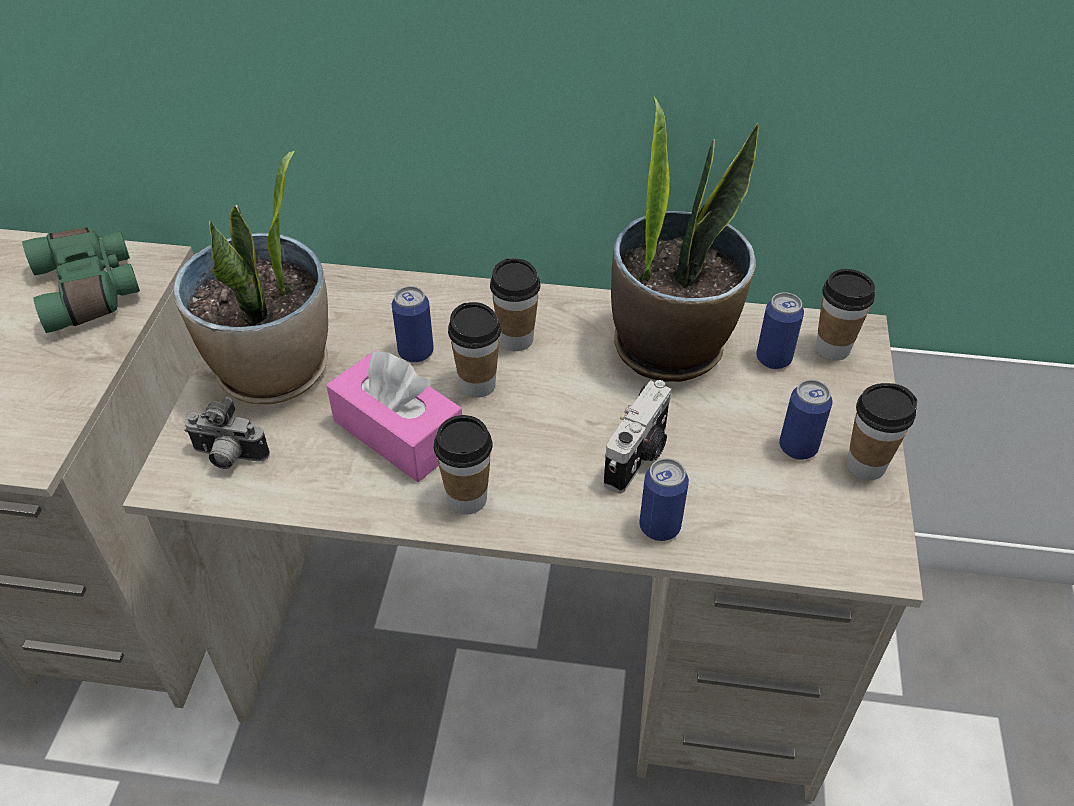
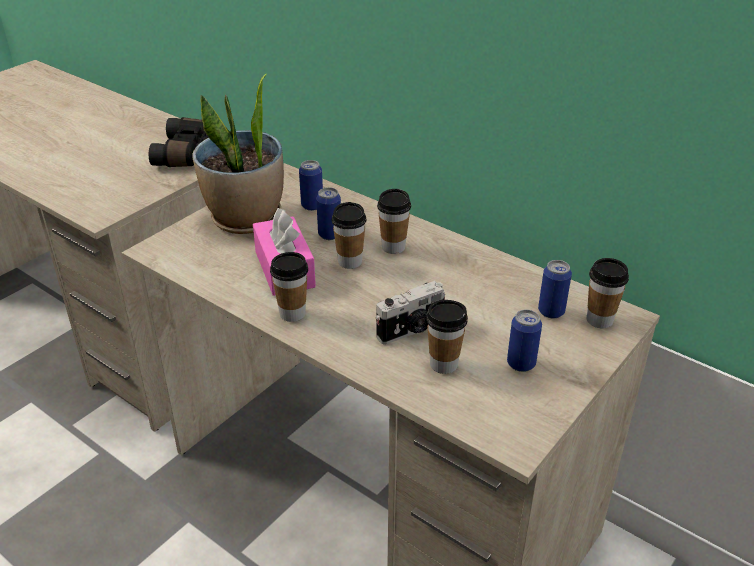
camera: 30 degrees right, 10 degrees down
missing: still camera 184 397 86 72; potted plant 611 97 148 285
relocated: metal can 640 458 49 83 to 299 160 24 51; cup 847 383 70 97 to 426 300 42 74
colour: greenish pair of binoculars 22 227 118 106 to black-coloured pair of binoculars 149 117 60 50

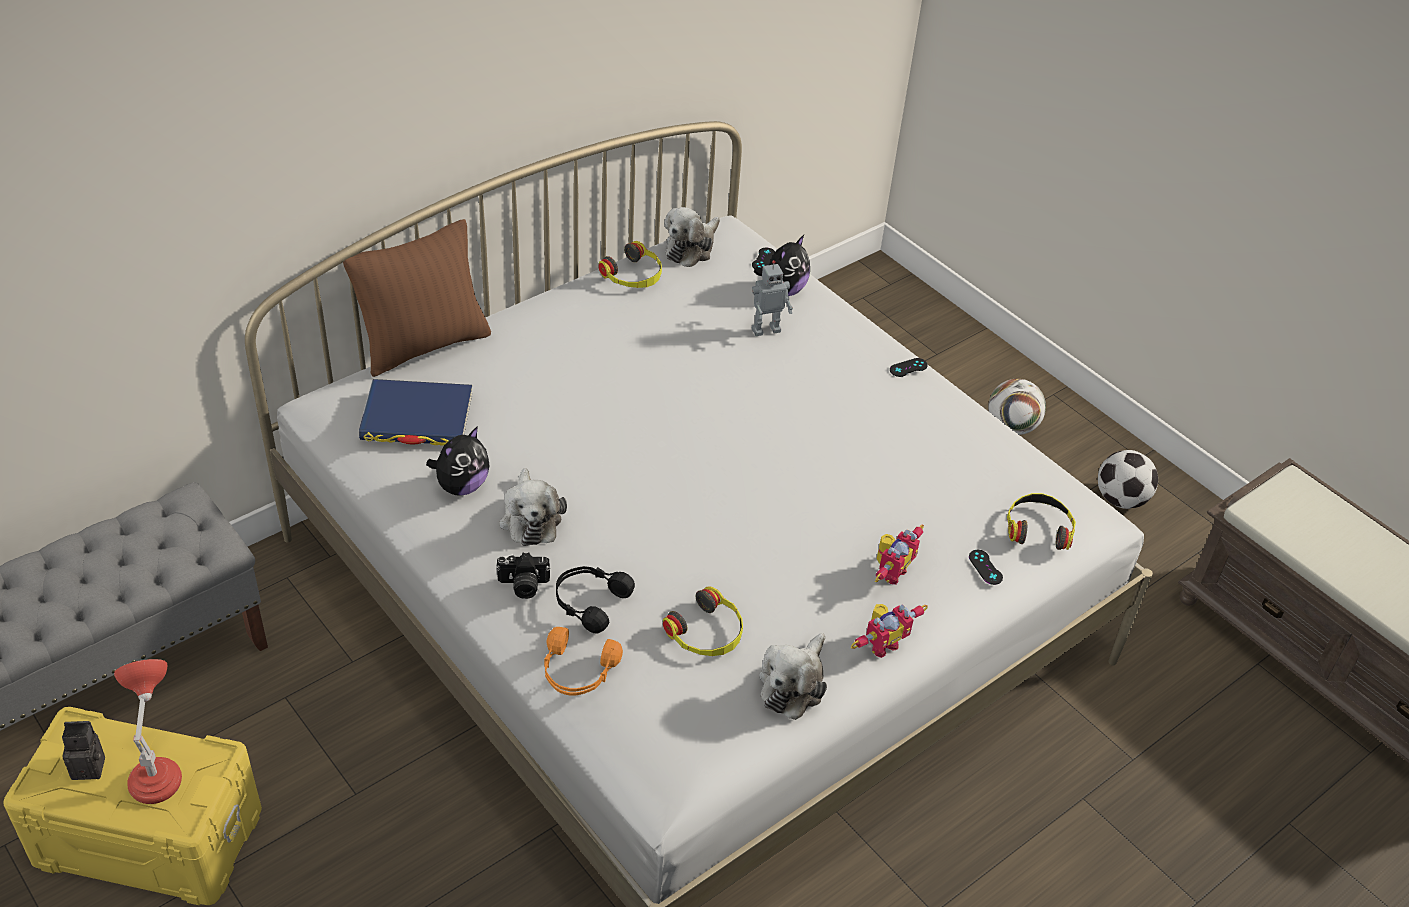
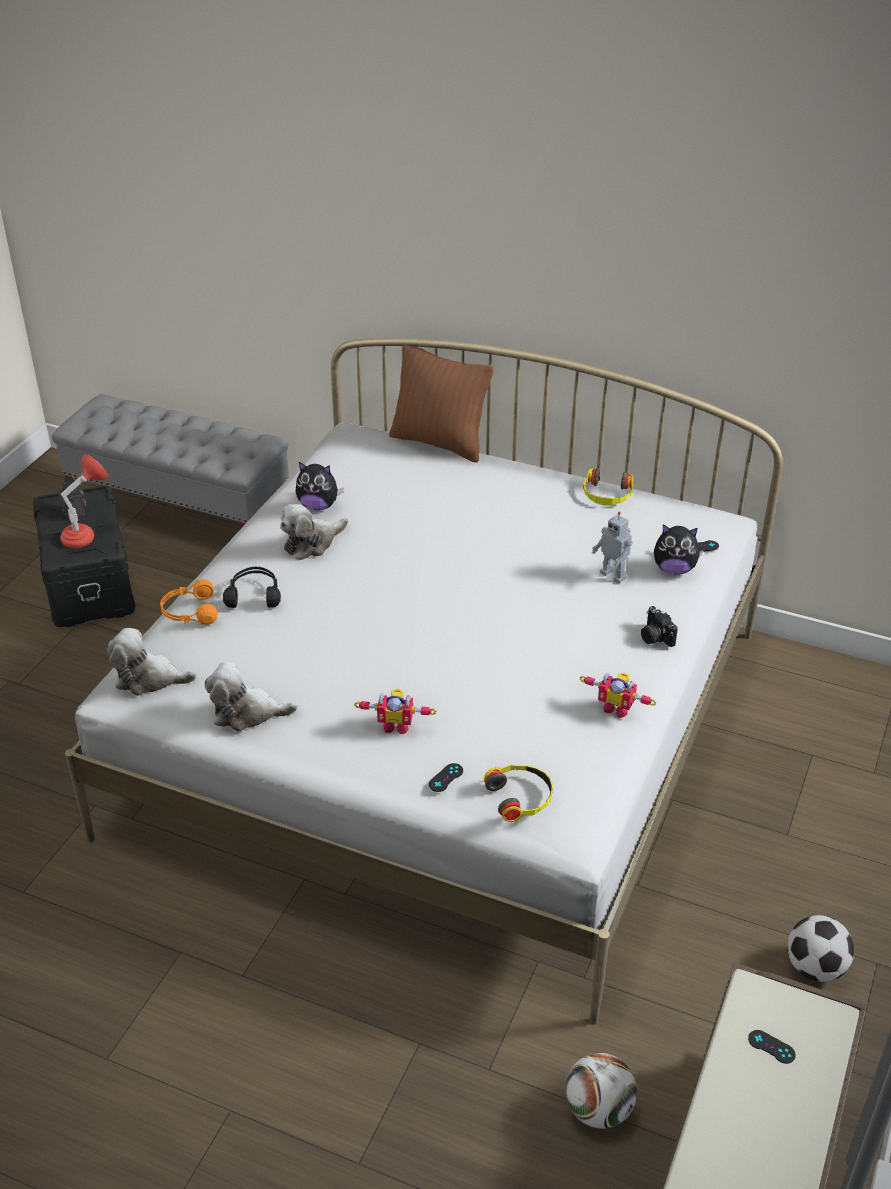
camera: 65 degrees right, 5 degrees down
missing: blue bound book 359 379 113 67; pair of headphones 663 586 80 70
relocated: still camera 496 552 54 47 to 641 606 37 41; plush toy 664 207 56 60 to 107 628 90 68; model robot 851 604 77 54 to 580 673 76 45; black-coloured game controller 890 358 38 19 to 748 1030 48 34; ball for football 988 379 58 56 to 565 1053 72 76
colour: yellow storage container 3 707 259 199 to black-coloured storage container 33 485 102 142

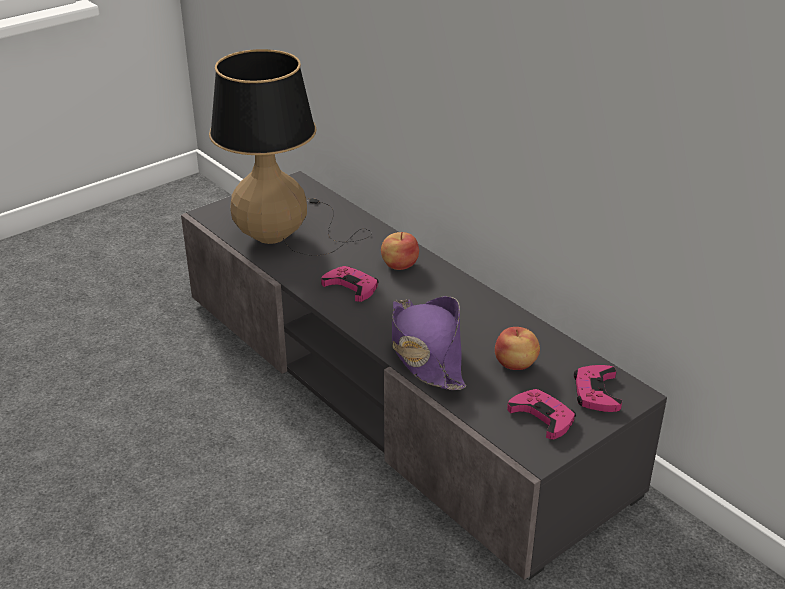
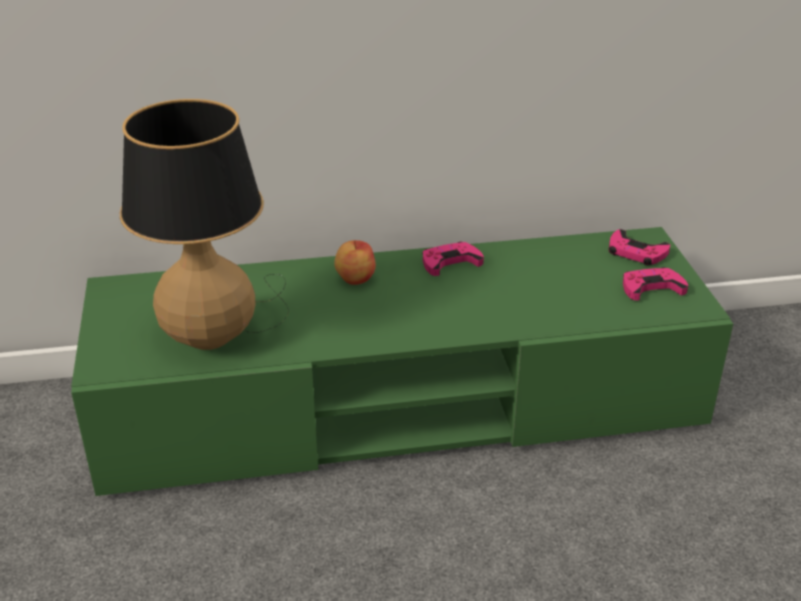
camera: 60 degrees left, 0 degrees up
missing: purplish wearable hat 392 296 74 94; apple fruit 495 327 45 43
relocated: pink game controller 321 266 58 36 to 423 242 61 34
colour: greyish tv unit 181 171 486 409 to greenish tv unit 71 227 662 269

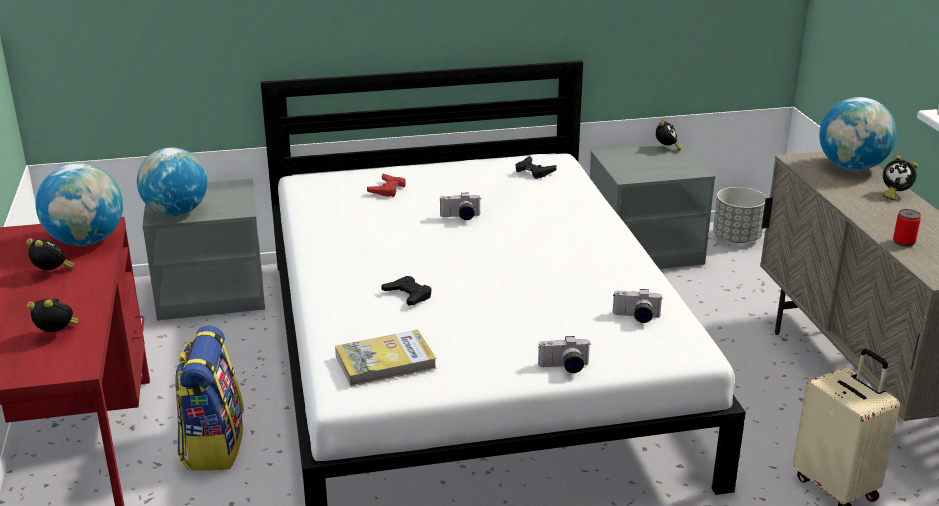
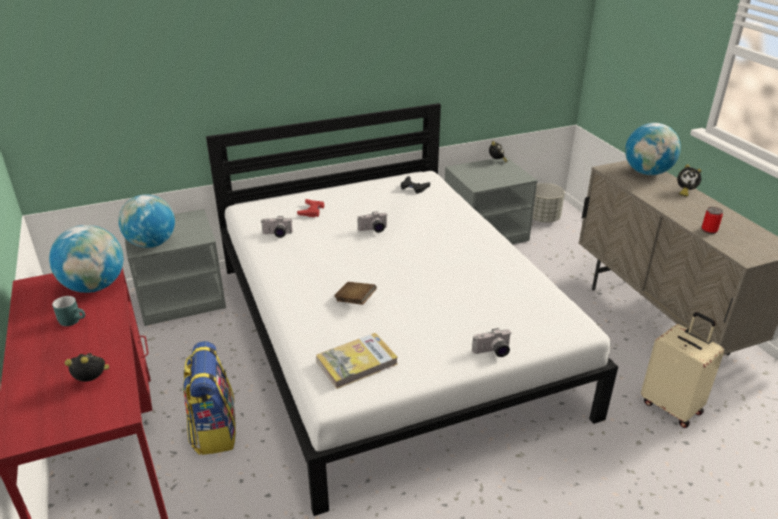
camera: 10 degrees left, 5 degrees up
relocated: still camera 613 289 49 34 to 261 216 32 22
exchanged: alarm clock 26 239 50 31 to turquoise coffee mug 52 296 33 30; black-coloured game controller 381 276 51 30 to brown-coloured bound book 334 282 43 23

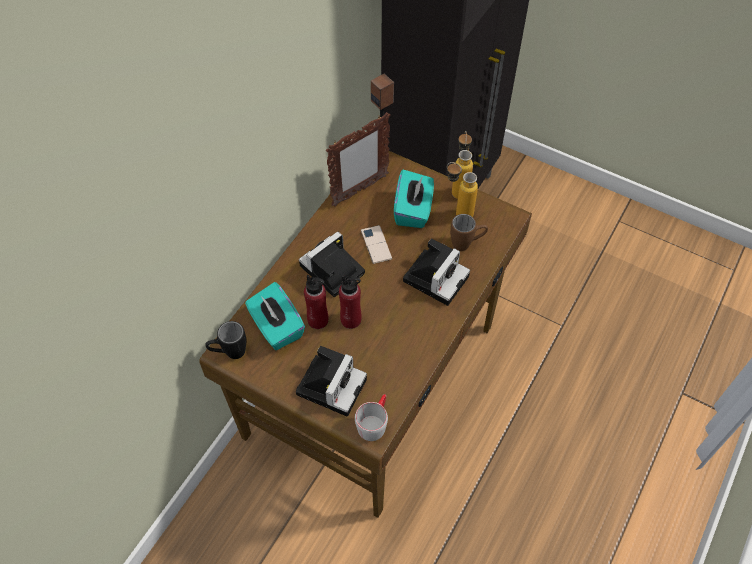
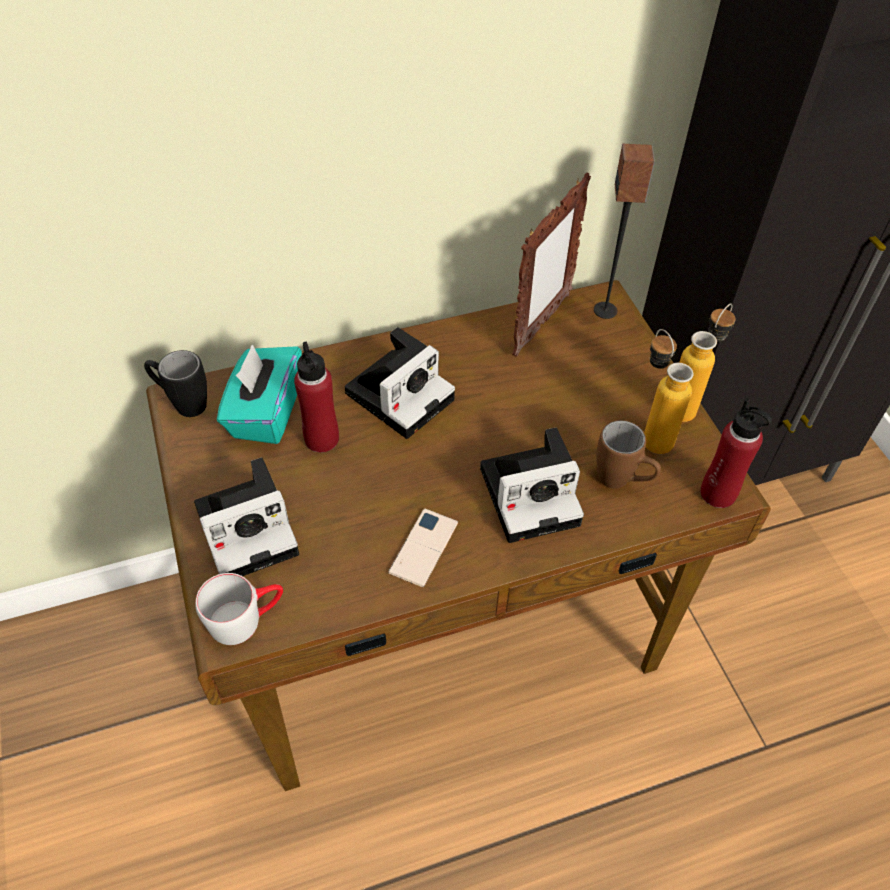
camera: 40 degrees right, 5 degrees down
missing: turquoise box of tissues 394 170 40 58
relocated: reddish beverage bottle 339 275 23 54 to 700 398 72 110; telephone 361 225 31 39 to 388 508 70 80
spun: still camera 299 232 66 65 = 345 327 110 112 135 degrees clockwise; photo frame 326 112 64 95 = 512 172 79 185 60 degrees counterclockwise

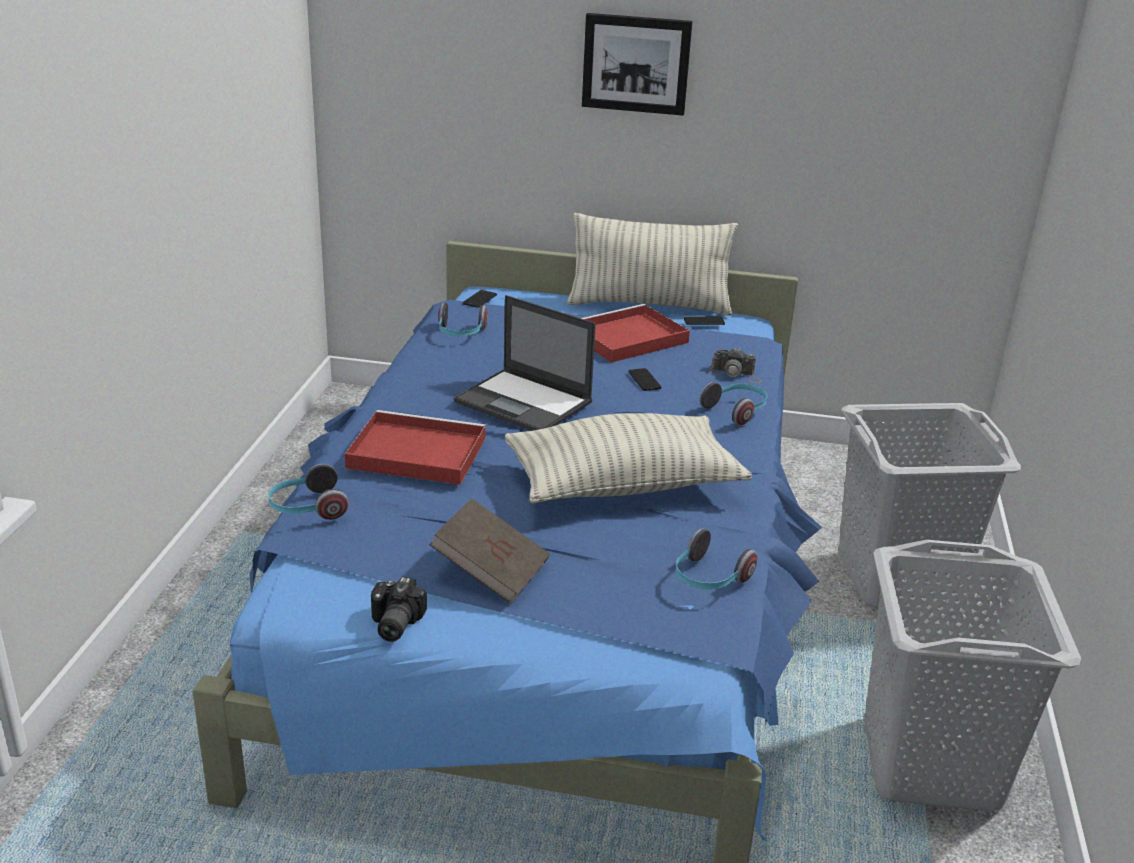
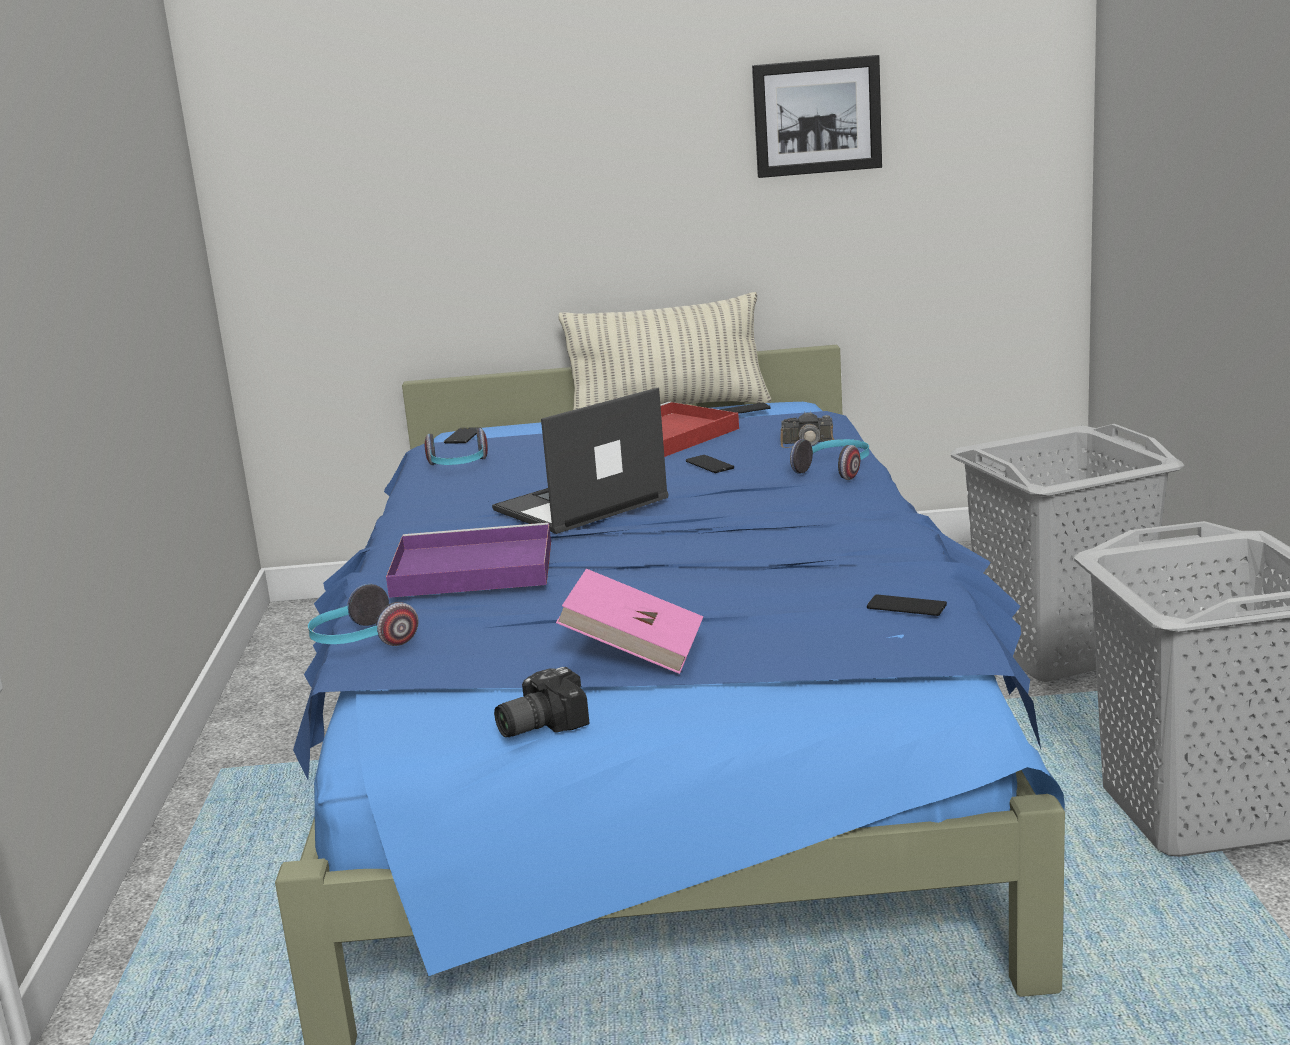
camera: 10 degrees left, 10 degrees down
missing: pillow 505 413 247 90
relocated: wall picture 582 13 110 103 to 752 55 130 123
exchanged: pair of headphones 676 528 81 62 to telephone 867 594 80 22
colour: reddish serving tray 345 410 141 75 to purplish serving tray 386 523 165 75; brown-coloured bound book 429 498 121 105 to pink bound book 556 569 147 105
spun: still camera 371 577 56 65 = 494 667 95 70 60 degrees clockwise; portable computer 454 295 142 136 = 492 388 177 146 120 degrees clockwise

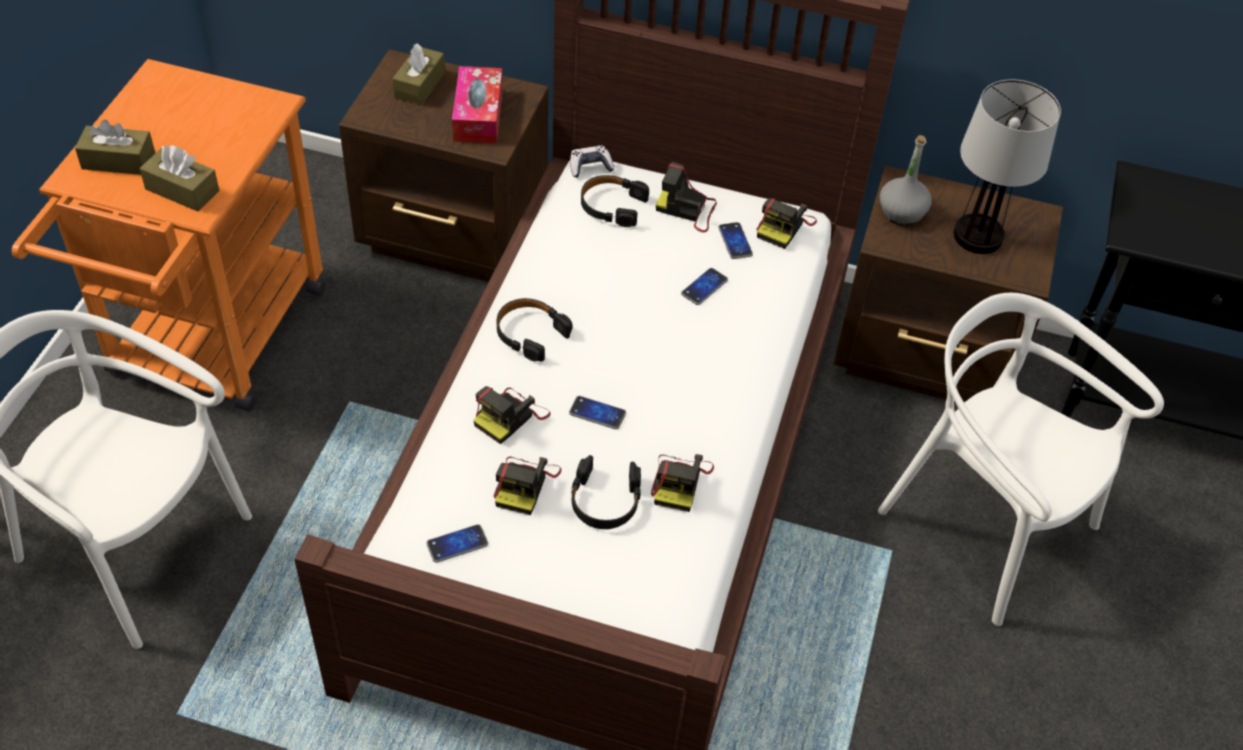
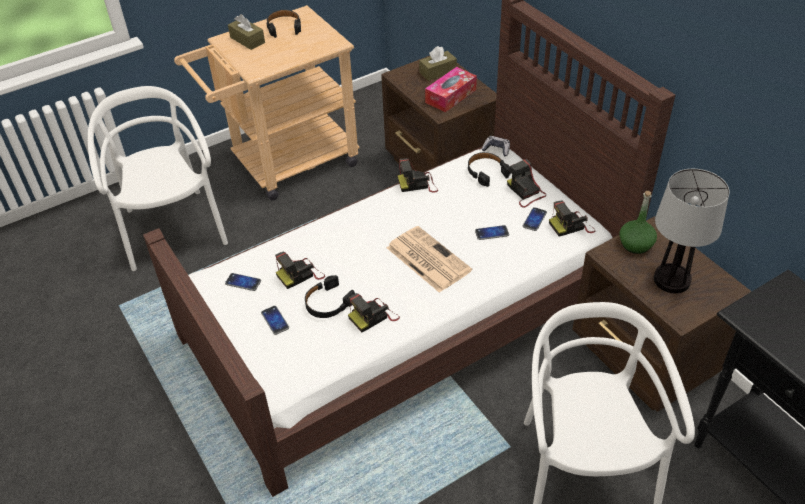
camera: 45 degrees right, 5 degrees down
missing: brown-coloured box of tissues 140 145 79 66
appeared: daily paper 387 226 85 67
relocated: still camera 473 386 78 58 to 398 158 40 35; black-coloured pair of headphones 497 298 76 64 to 267 10 34 28; telephone 569 396 57 33 to 261 306 28 29
colour: orange-coloured trolley 12 59 314 352 to beige trolley 174 5 186 195; greyish beverage bottle 880 135 52 90 to greenish beverage bottle 619 191 38 63

